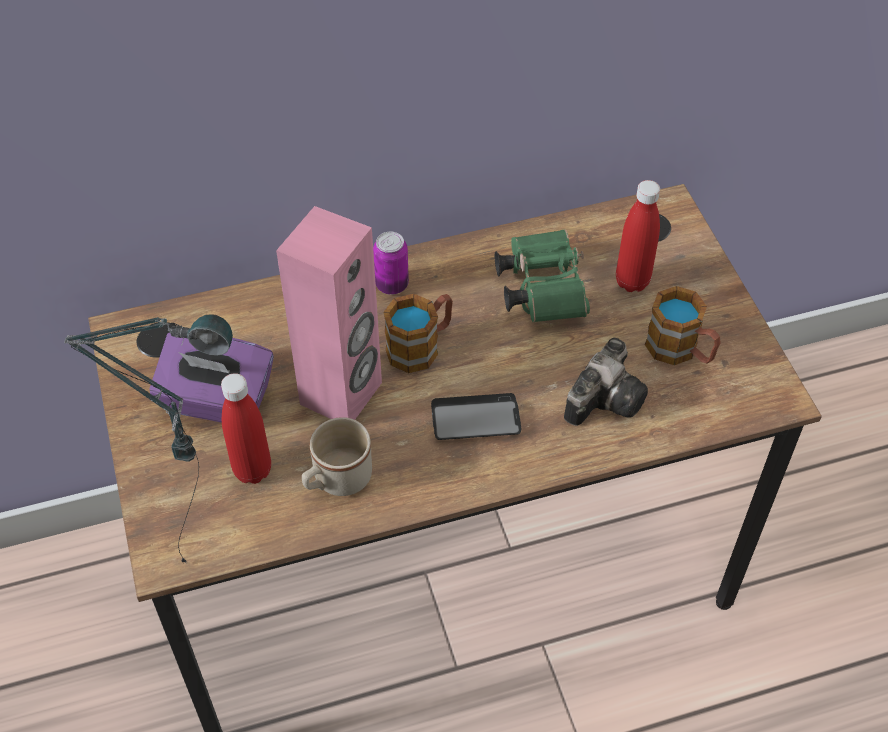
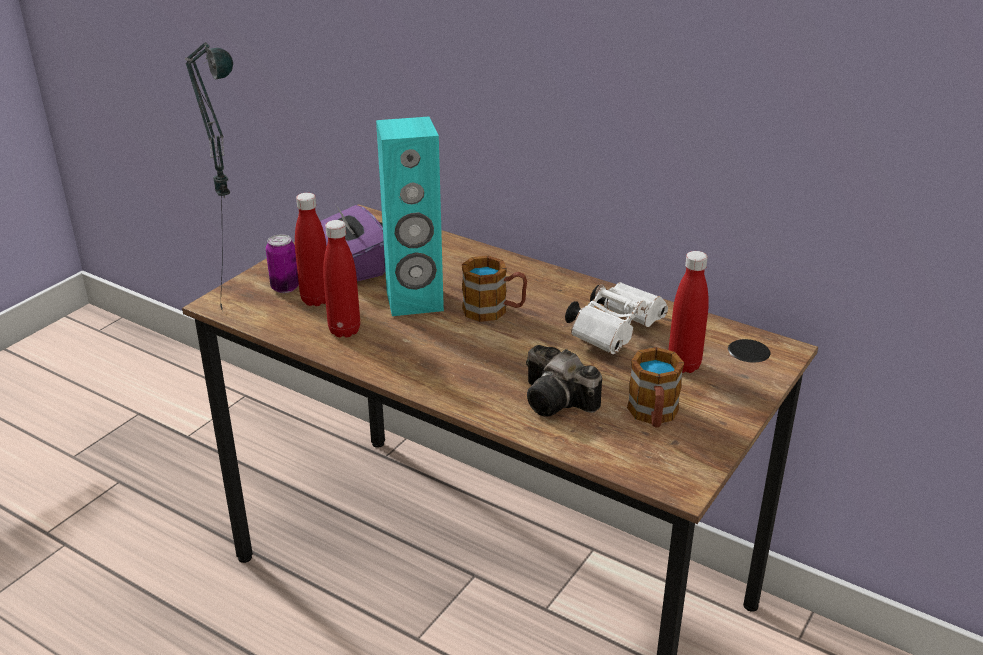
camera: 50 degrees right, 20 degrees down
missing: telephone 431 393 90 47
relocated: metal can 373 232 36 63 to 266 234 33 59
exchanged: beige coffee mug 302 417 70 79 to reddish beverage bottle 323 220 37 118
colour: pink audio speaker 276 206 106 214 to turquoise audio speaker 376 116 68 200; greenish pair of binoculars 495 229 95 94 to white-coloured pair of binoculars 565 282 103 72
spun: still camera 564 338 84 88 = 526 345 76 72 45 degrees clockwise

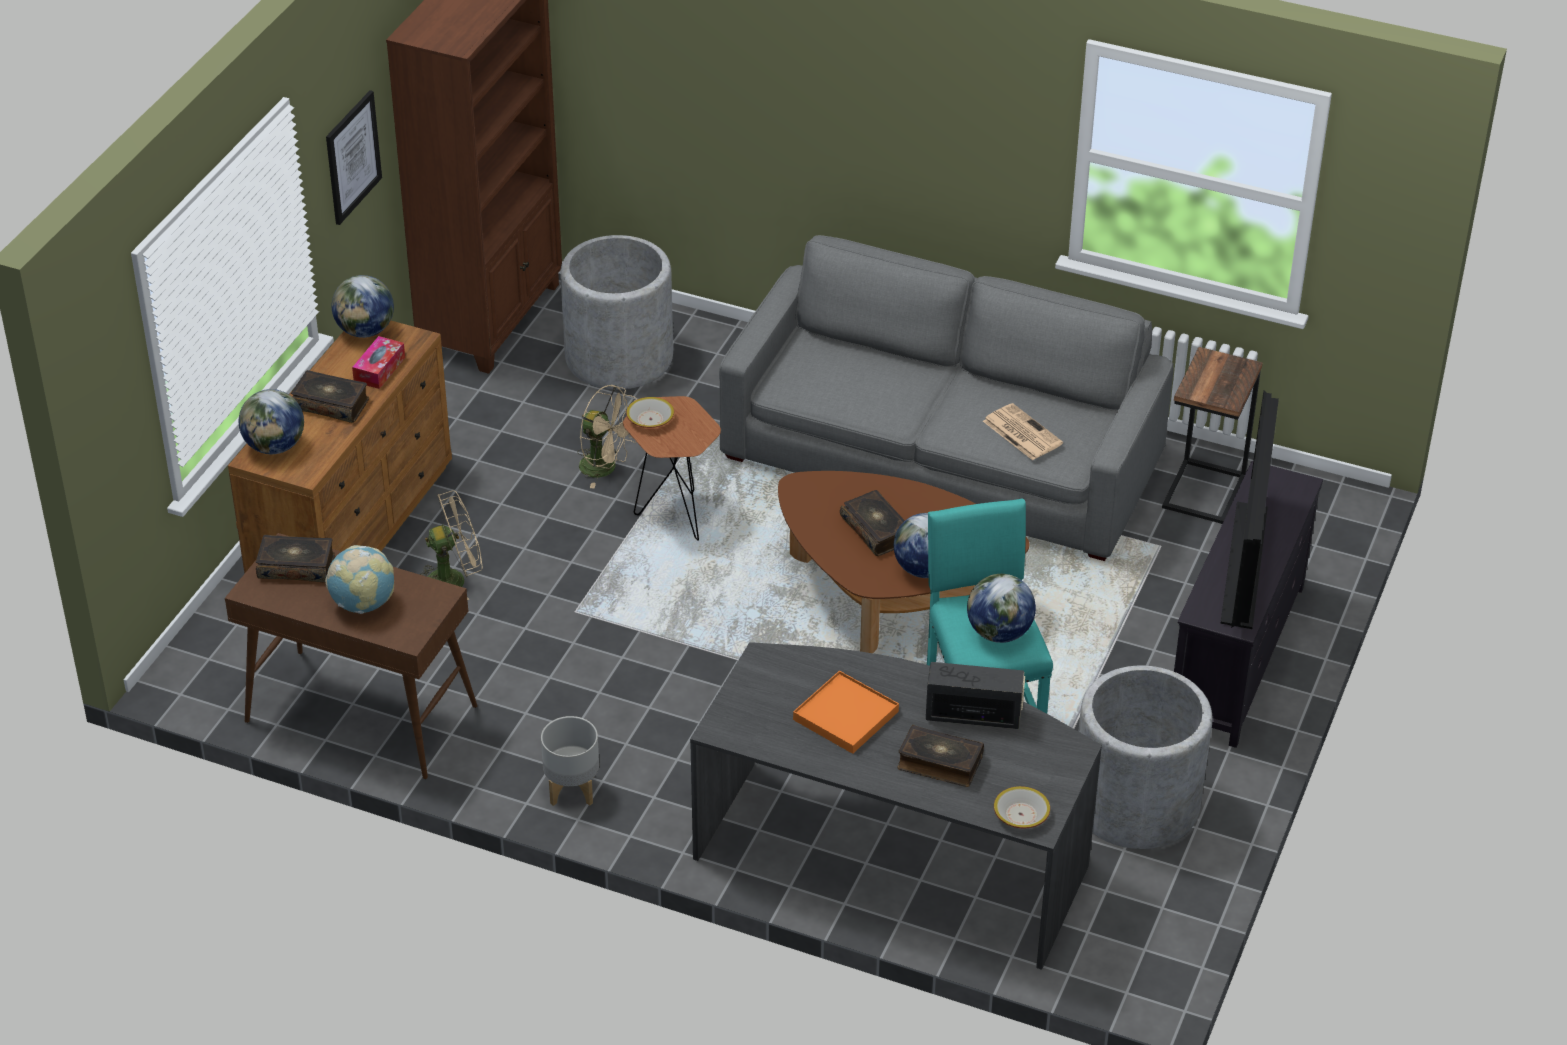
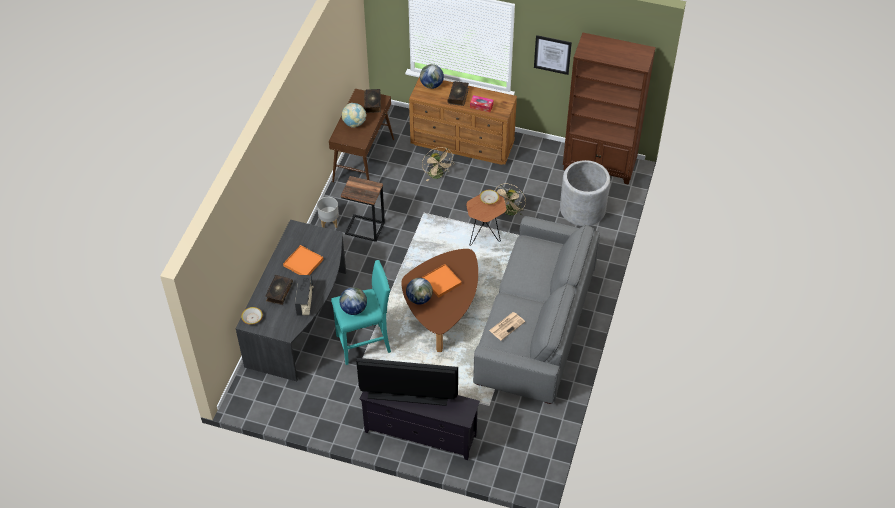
camera: 85 degrees right, 10 degrees up
missing: globe 332 275 62 63; greyish planter 1078 666 134 183
relocated: side table 1162 347 101 177 to 341 176 44 66
exchanged: bound book 840 490 65 66 to orange-coloured serving tray 422 264 40 33

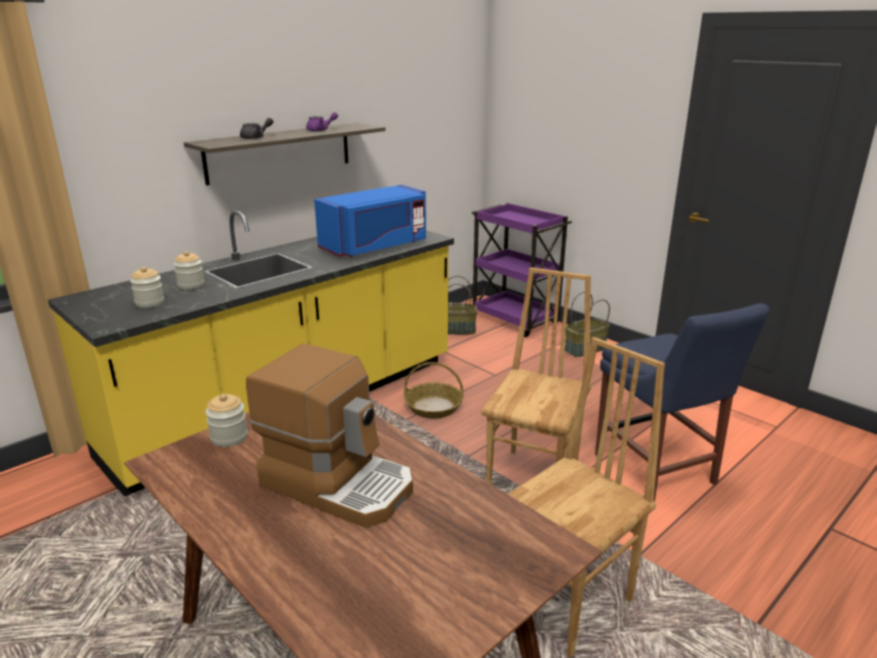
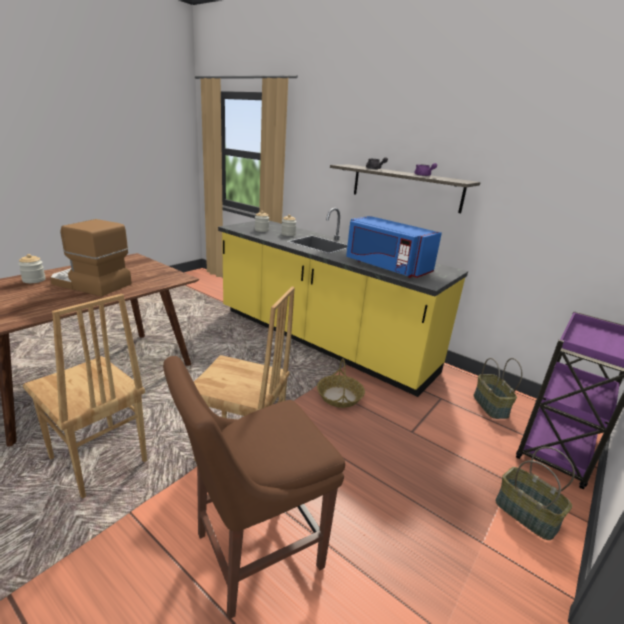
camera: 80 degrees right, 0 degrees up
relocated: preserve jar 206 394 42 53 to 18 254 28 29
colour: blue chair 595 303 174 199 to brown-coloured chair 163 356 182 264
spun: coffee brewer 246 344 167 184 = 50 219 82 78 90 degrees clockwise

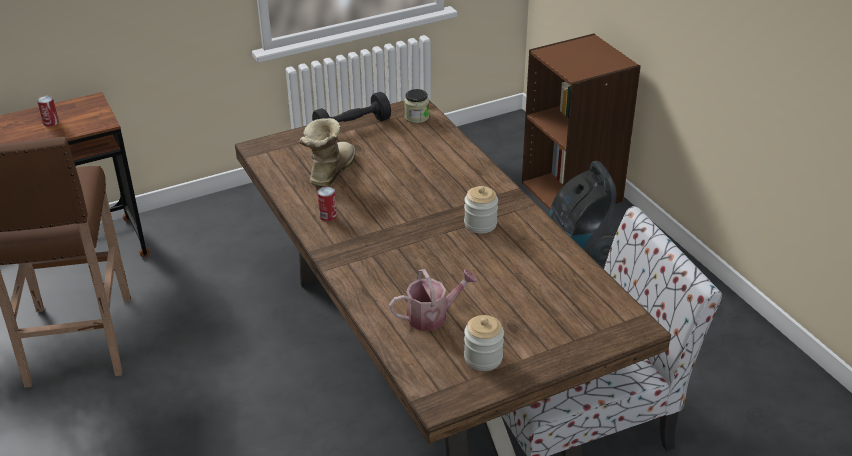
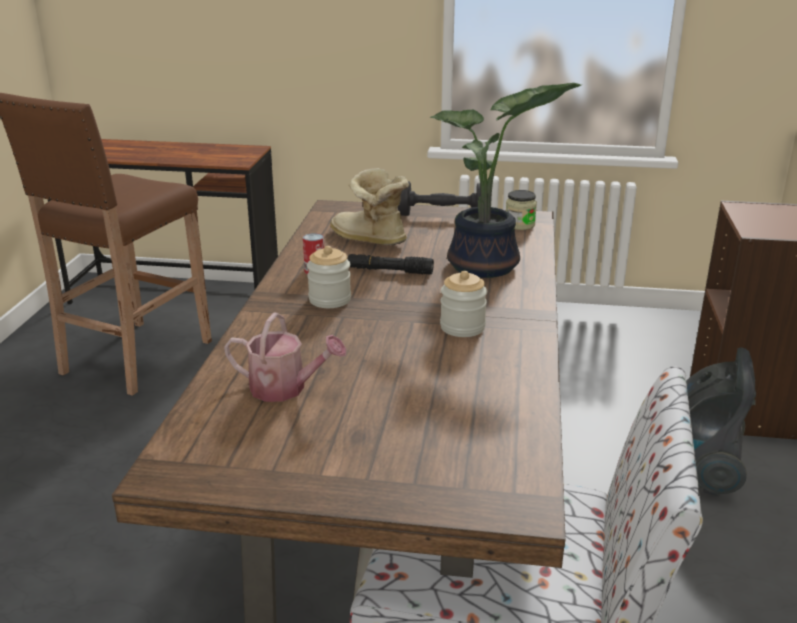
camera: 35 degrees right, 10 degrees down
missing: metal can 37 96 22 31
appeared: black-coloured flashlight 347 254 87 21; potted plant 430 83 152 195
relocated: preserve jar 464 315 40 56 to 307 246 44 62
spun: high-top boot 299 118 56 69 = 330 168 79 77 105 degrees counterclockwise

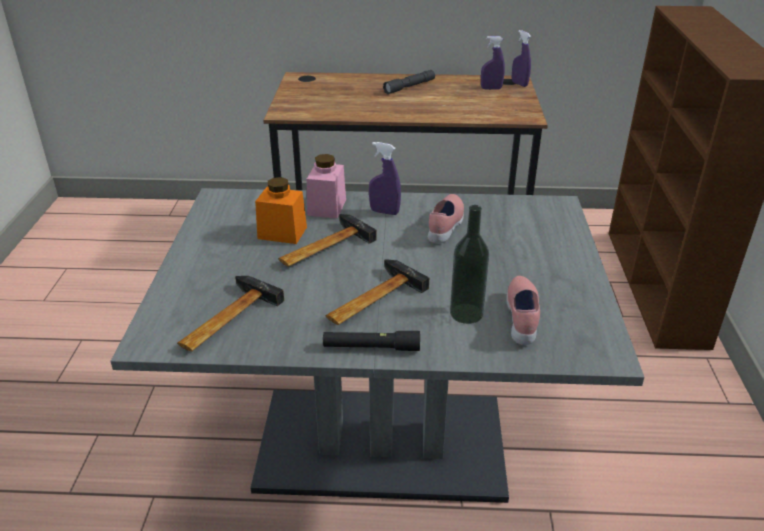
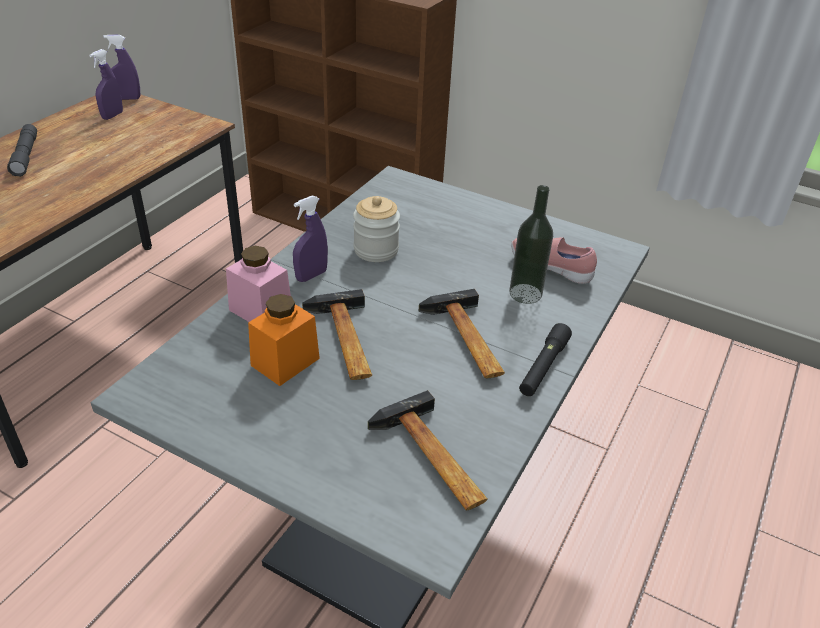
camera: 65 degrees left, 5 degrees up
exchanged: pink item of footwear 428 194 36 50 to preserve jar 353 196 47 66

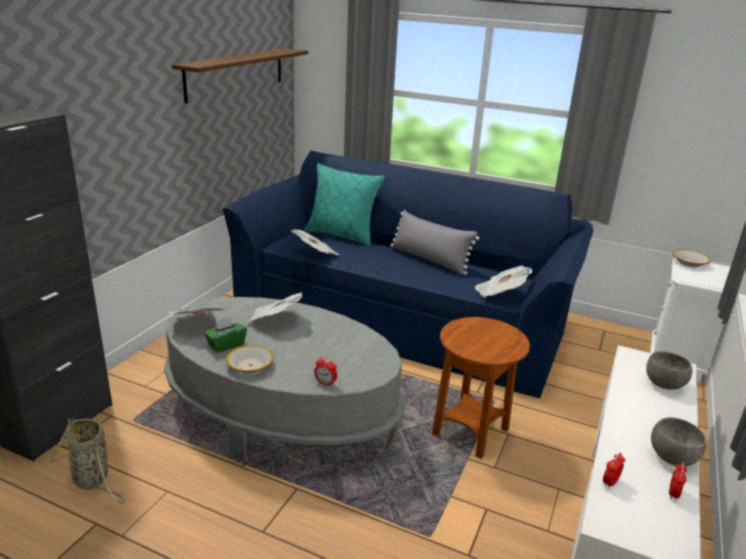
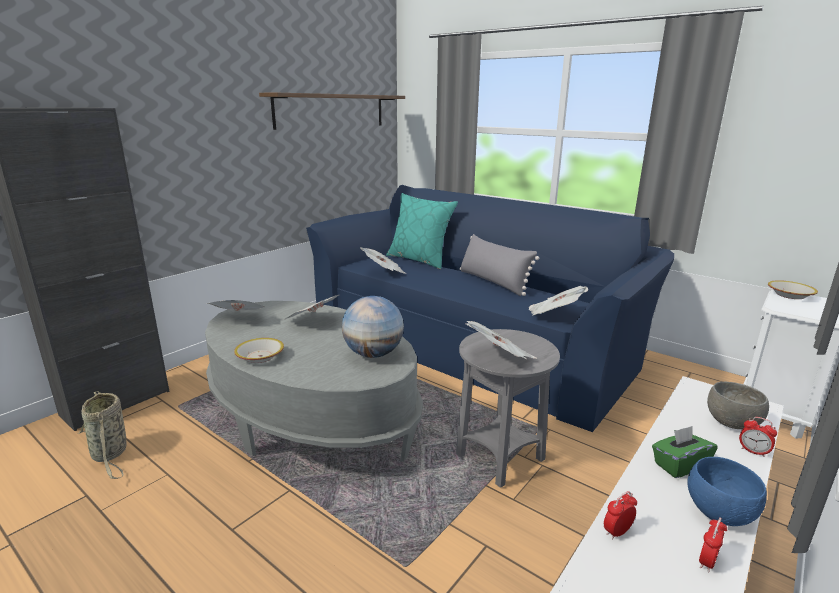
camera: 15 degrees right, 5 degrees down
appeared: globe 342 296 62 62; daily paper 466 321 71 38
relocated: greenish box of tissues 204 317 43 36 to 652 426 66 52; alarm clock 314 356 23 31 to 739 417 38 40
colour: brown-coloured side table 432 317 98 142 to greyish side table 456 329 104 159; greyish deep dish 651 417 55 49 to blue deep dish 687 457 80 69

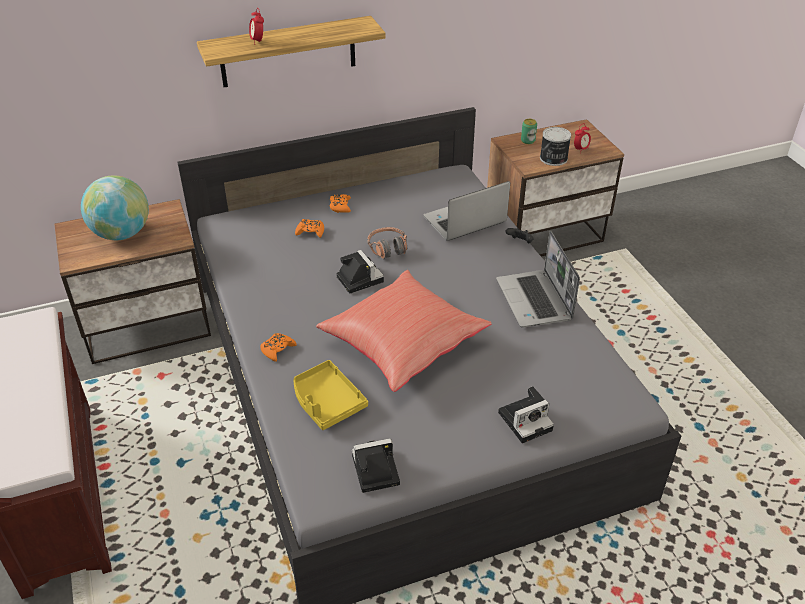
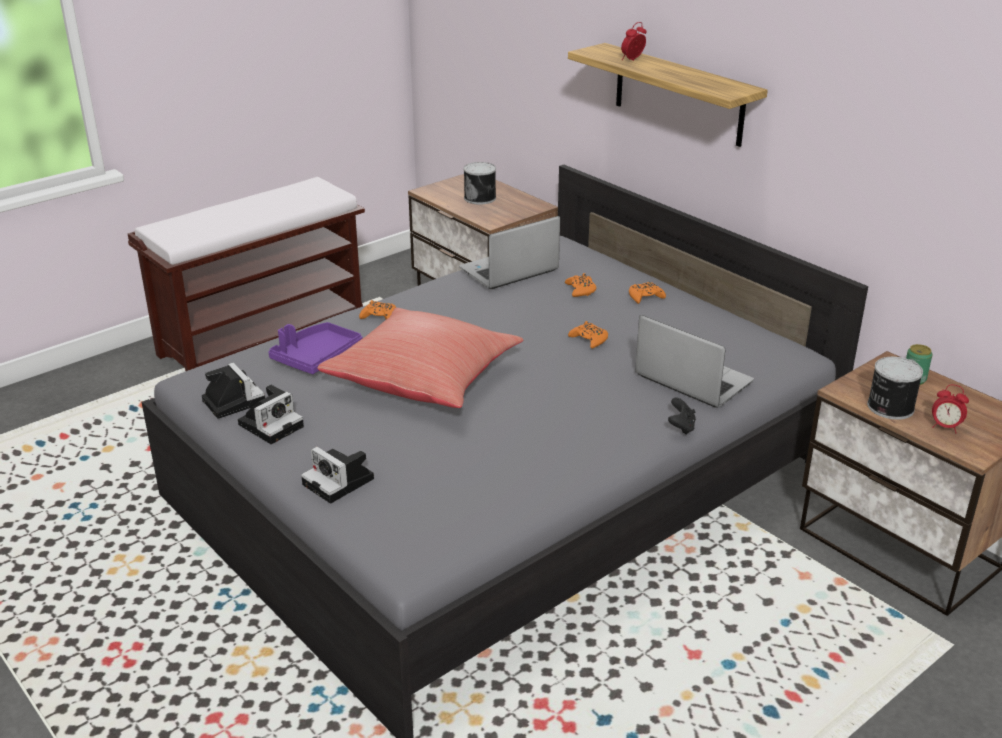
camera: 70 degrees right, 10 degrees down
relocated: still camera 337 250 47 43 to 238 385 66 59; portable computer 496 231 84 97 to 459 216 101 73
exchanged: globe 81 176 68 64 to metal can 464 162 32 43; pair of headphones 367 227 40 32 to orange-coloured game controller 568 321 40 28
colour: yellow serving tray 294 360 74 70 to purplish serving tray 269 322 93 52

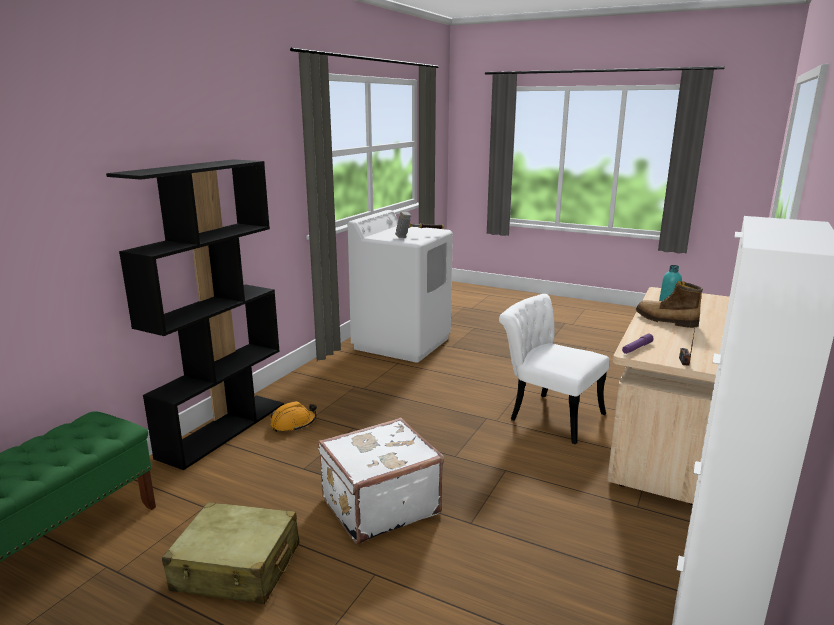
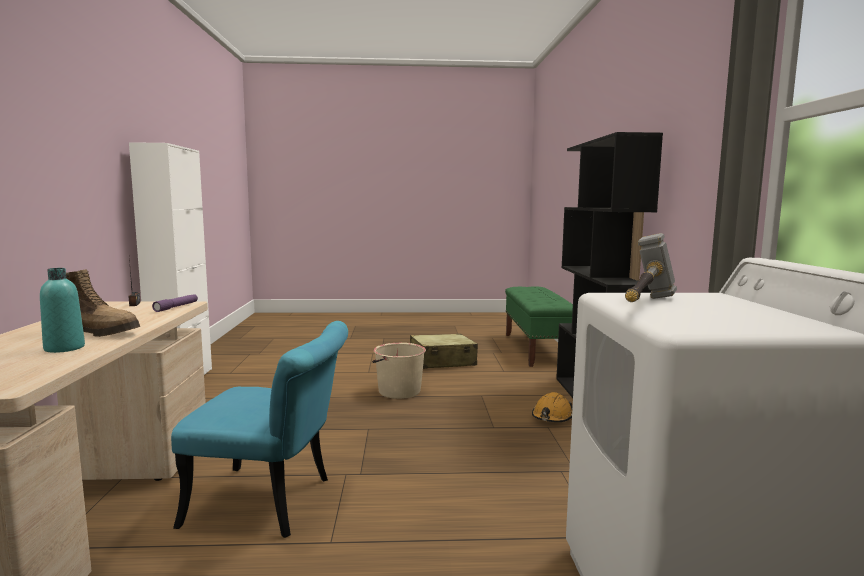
camera: 150 degrees right, 10 degrees down
exchanged: white-coloured travel case 318 417 126 127 to beige bucket 372 343 54 56
colour: white-coloured chair 499 294 110 150 to turquoise chair 171 321 177 217

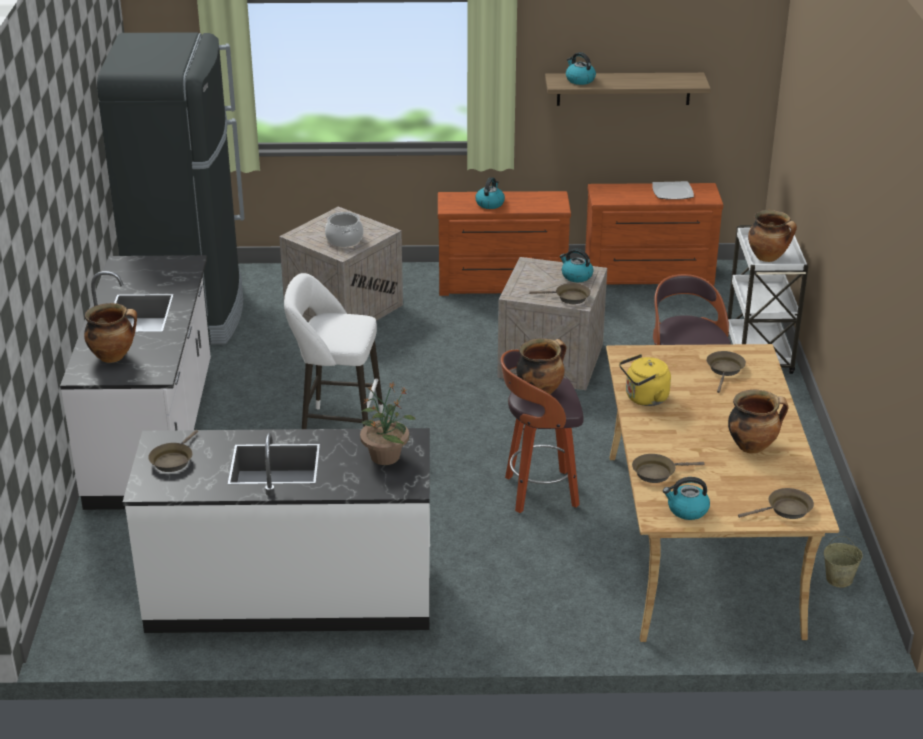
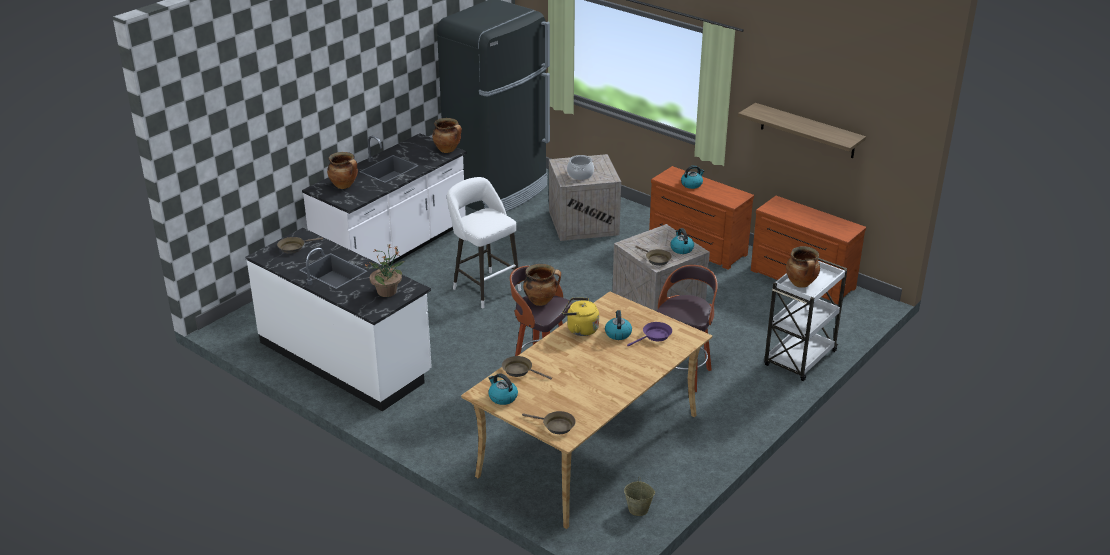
camera: 40 degrees right, 0 degrees up
missing: flat dish 652 181 42 19
relocated: kettle 566 52 30 33 to 605 310 27 30; cooking pot 728 390 60 64 to 432 118 30 35
colour: brown-coloured pan 707 351 39 42 to purplish pan 627 322 45 24

